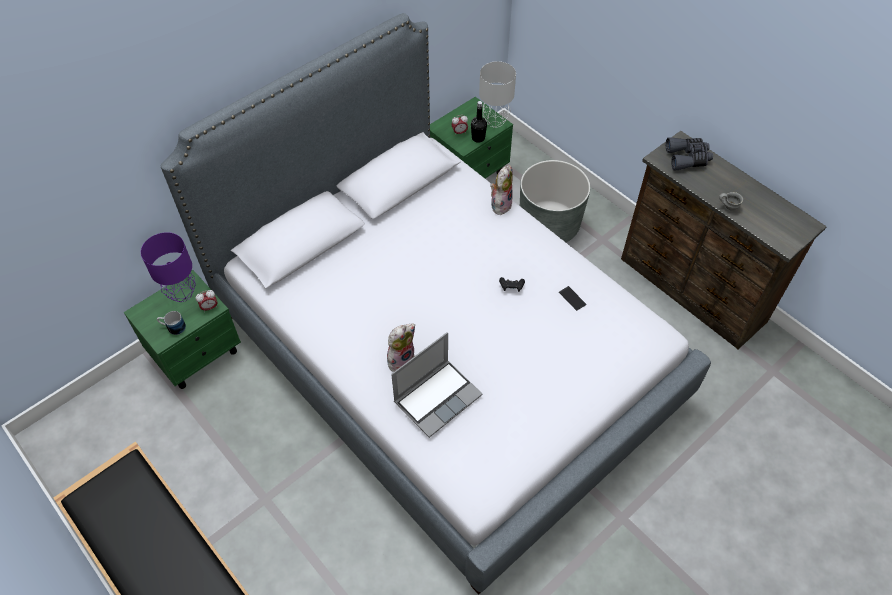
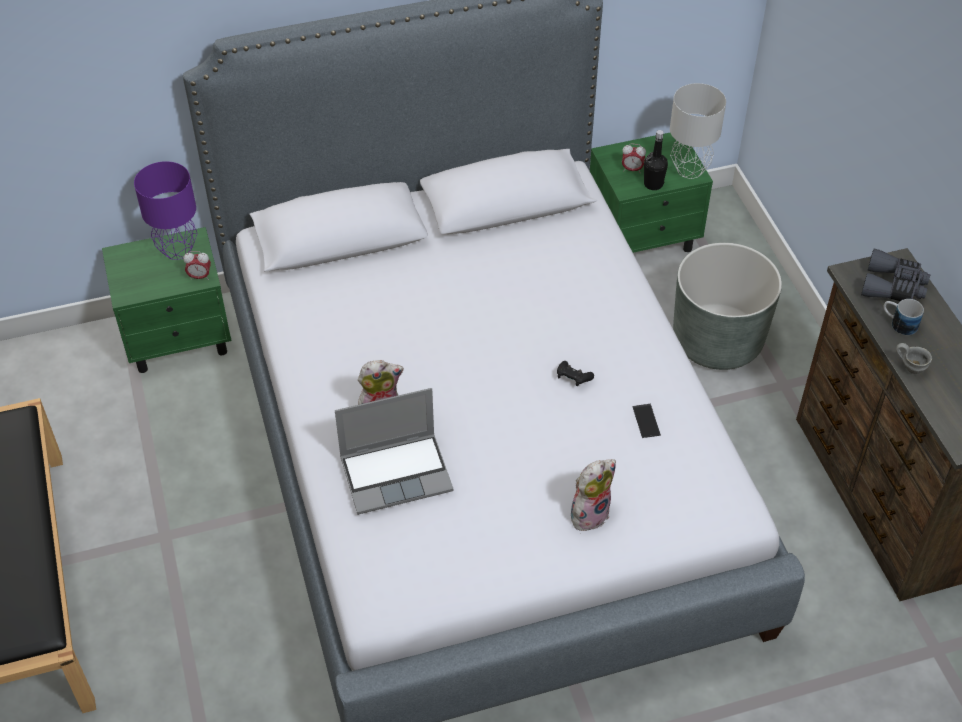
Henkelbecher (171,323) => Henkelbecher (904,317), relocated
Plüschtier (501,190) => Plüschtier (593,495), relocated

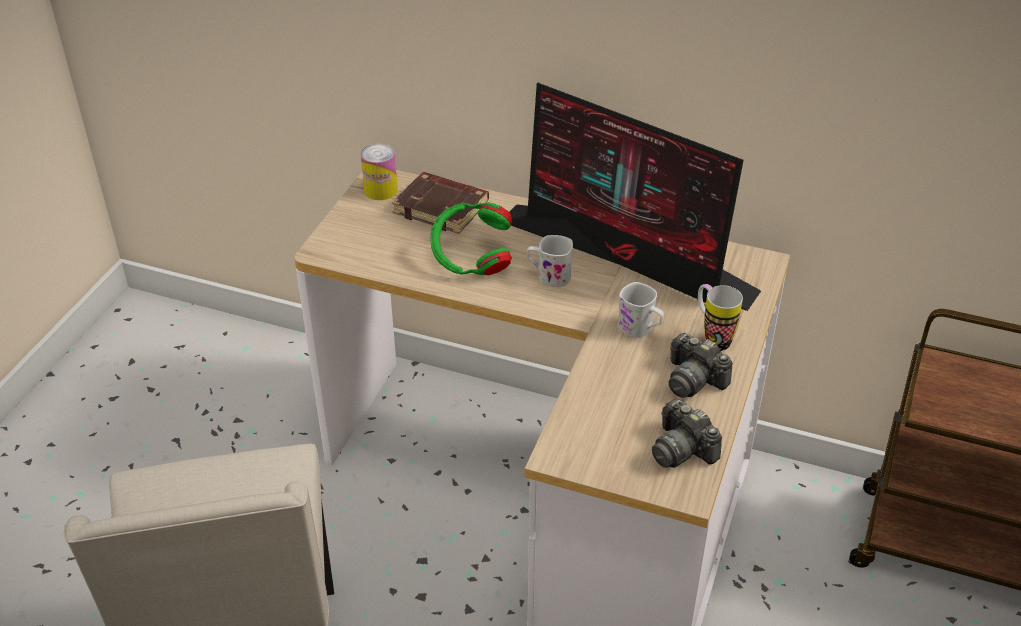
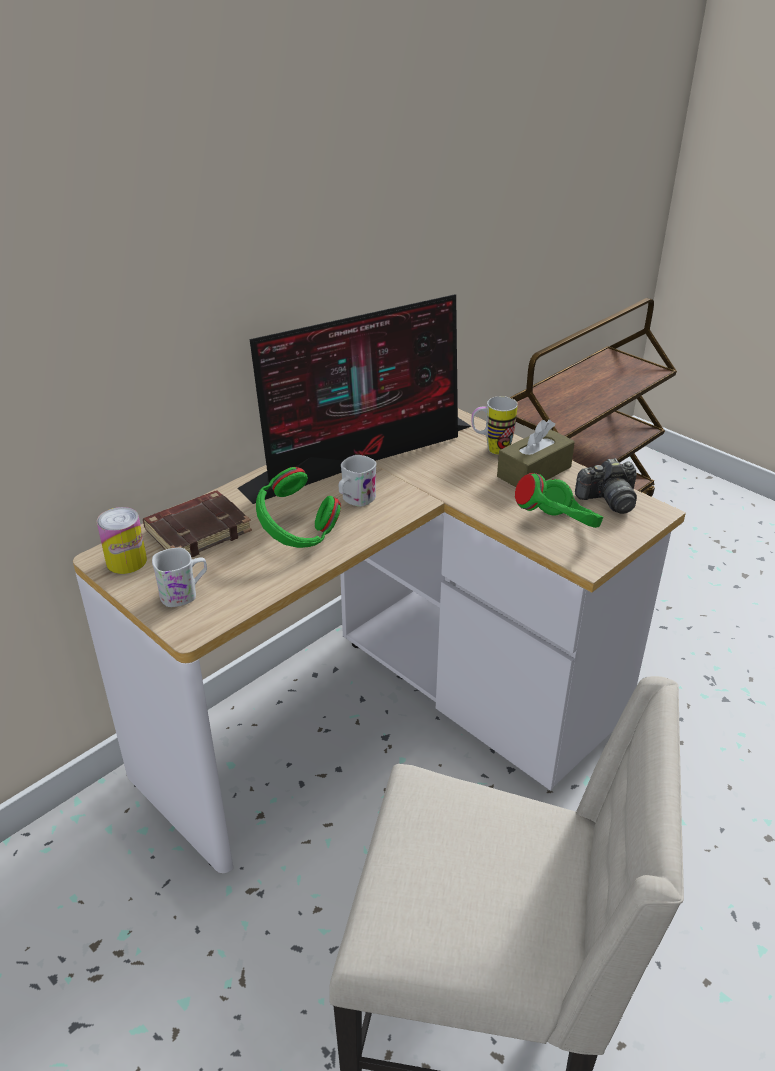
Henkelbecher/weiß (641,310) => Henkelbecher/weiß (179,577), relocated
Kamera (701,365) => Taschentuchbox/braun (536,453)
nothing => Kopfhörer/grün (559,500)

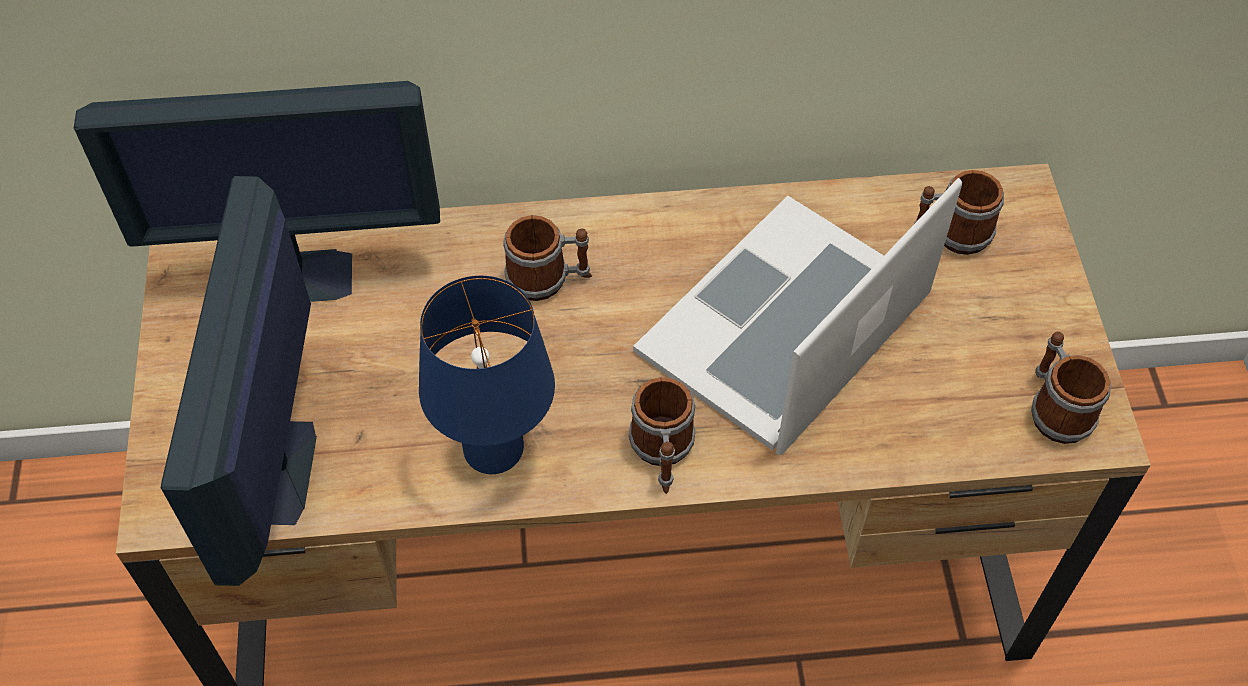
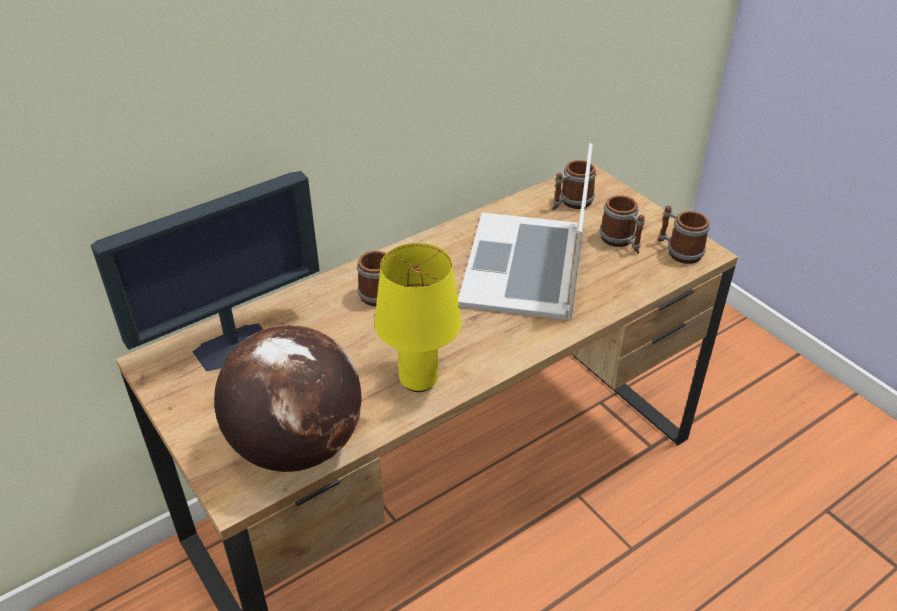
Monitor (239,381) => Globus (287,398)
Tischlampe/blau (487,375) => Tischlampe/gelb (418,317)
Henkelbecher (662,435) => Henkelbecher (622,224), relocated

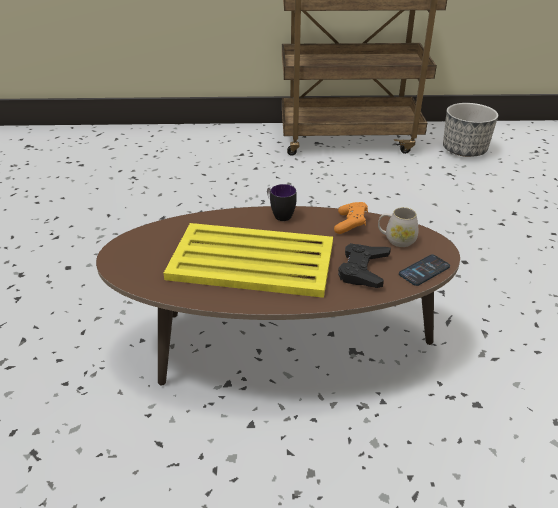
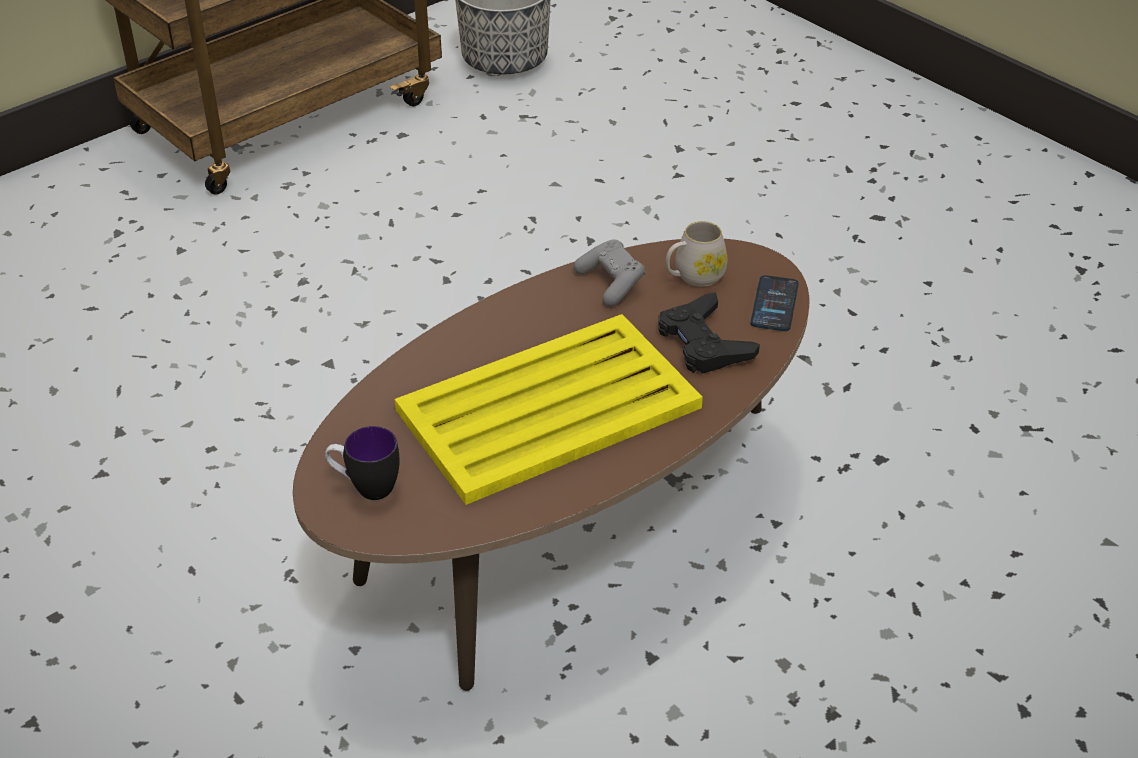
Henkelbecher (282,202) => Henkelbecher (362,463), relocated
Gamepad/orange (351,218) => Gamepad/grau (609,272)

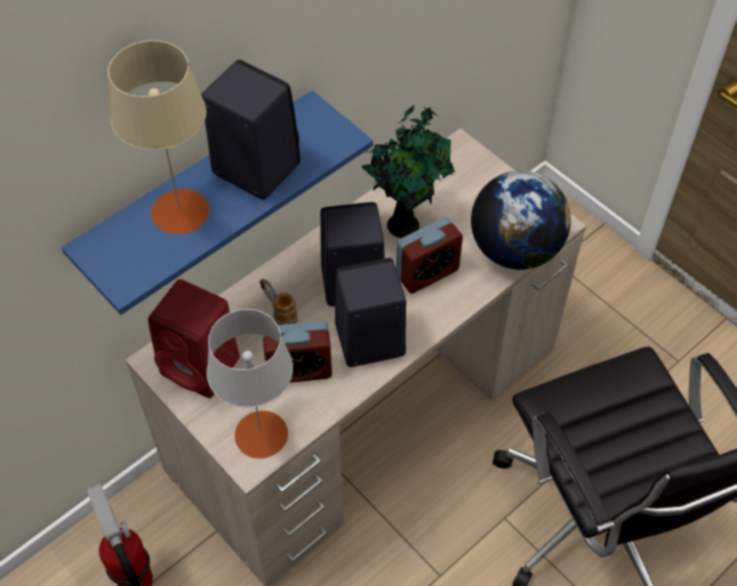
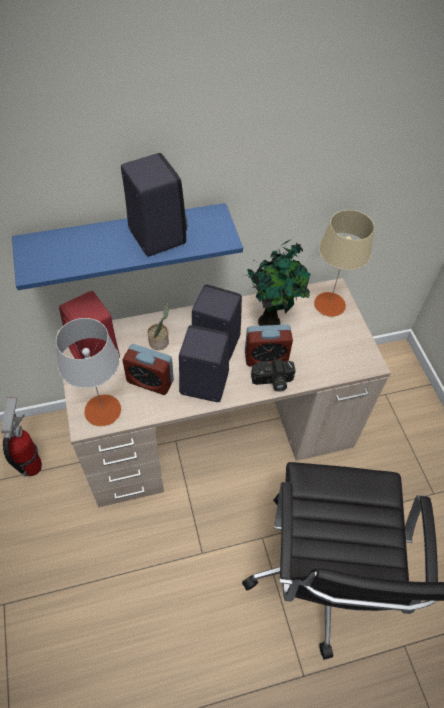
Tischlampe/beige (158,137) => Tischlampe/beige (344,263), relocated
Henkelbecher (279,302) => Topfpflanze (158,326)
Globus (521,220) => nothing
nothing => Kamera (273,375)

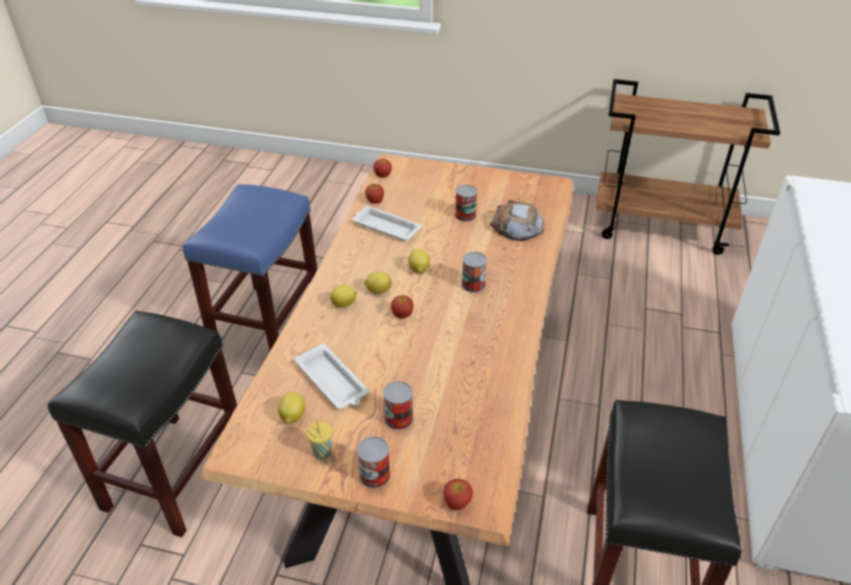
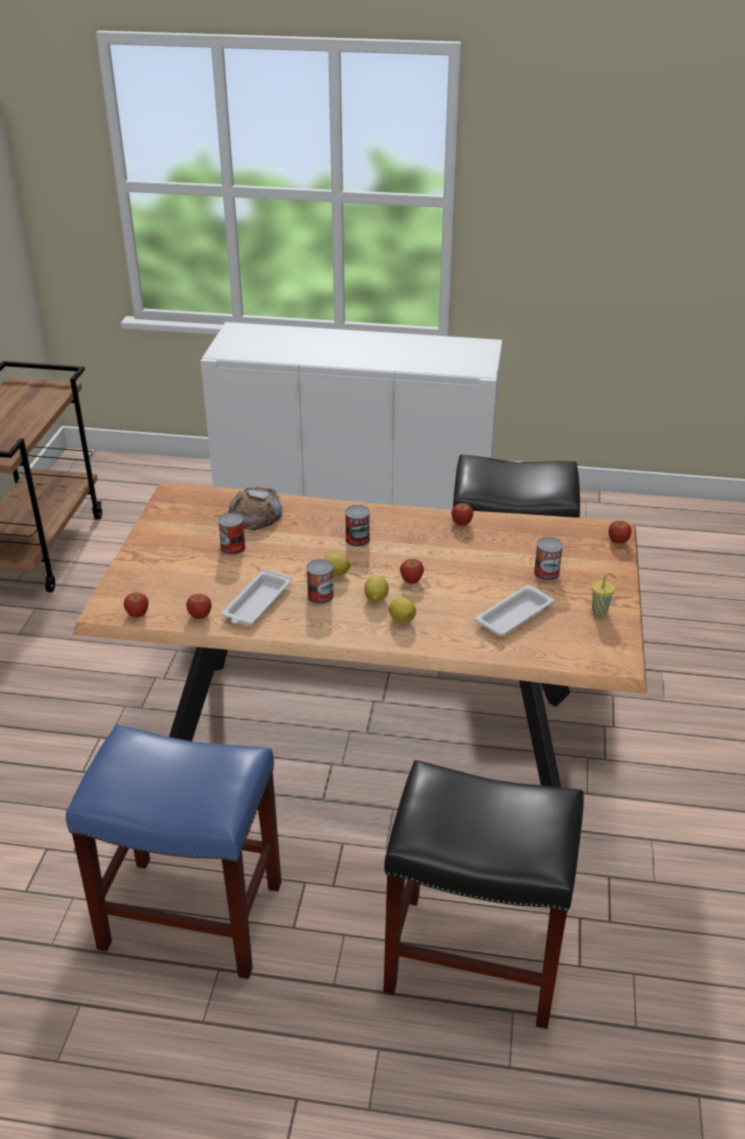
Zitrone (292,408) => nothing
Dose (373,462) => Dose (320,581), relocated
nothing => Apfel (462,514)

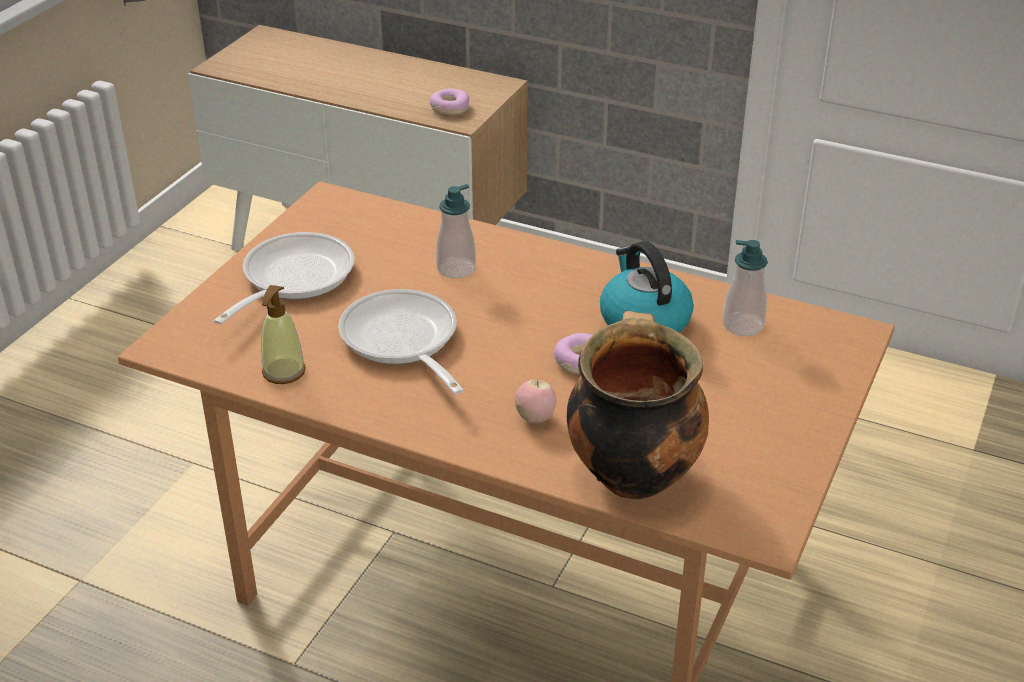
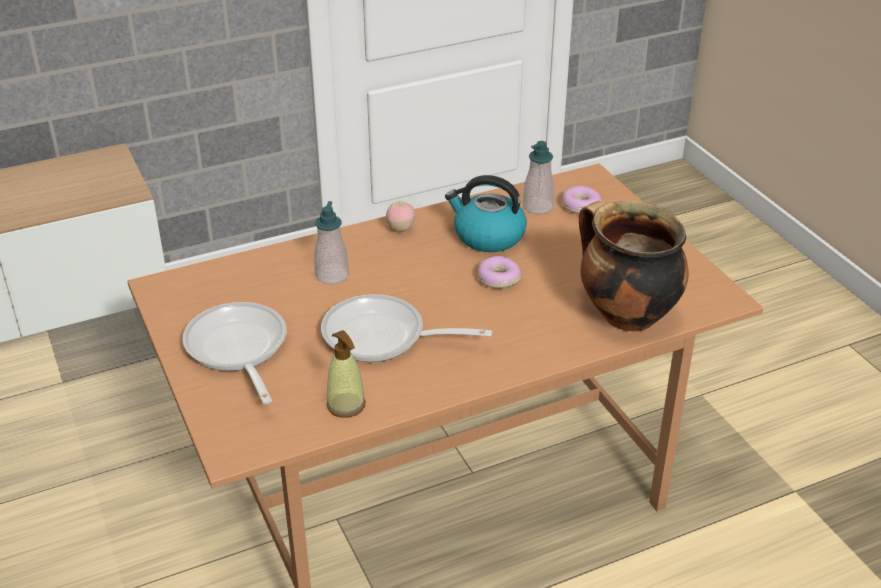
Donut (449,102) => Donut (582,200), relocated
Apfel (535,401) => Apfel (400,216), relocated

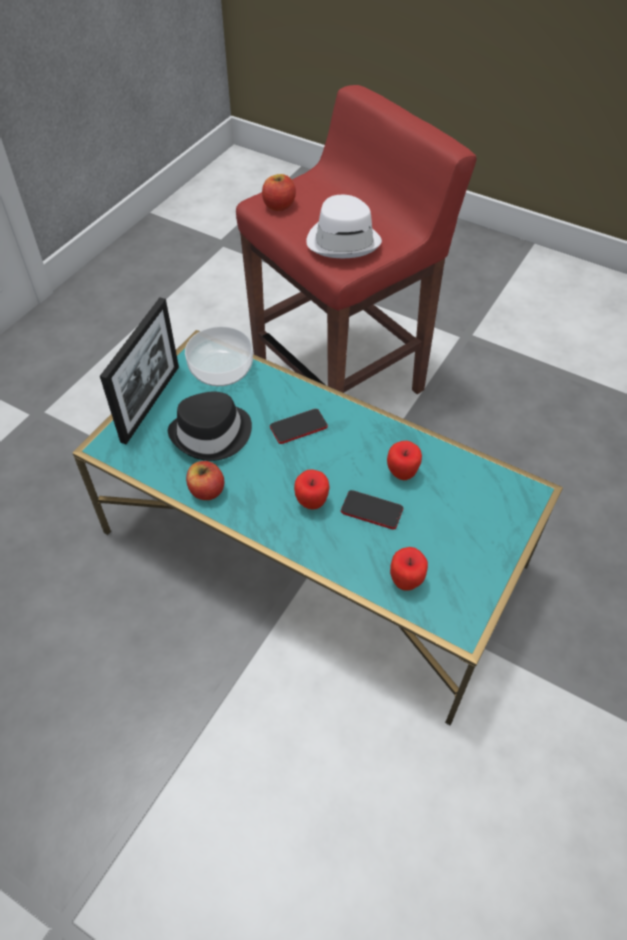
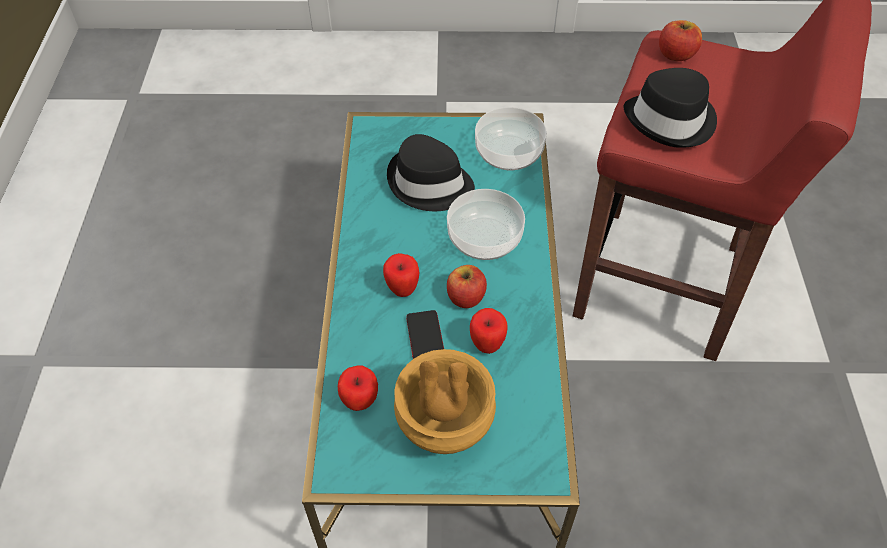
Bilderrahmen (139,371) => nothing
Apfel (205,480) => Apfel (467,286), relocated
Handy (299,426) => Schüssel (486,224)
Hut/weiß (344,226) => Hut/schwarz (670,108)
nothing => Vase/braun (445,401)

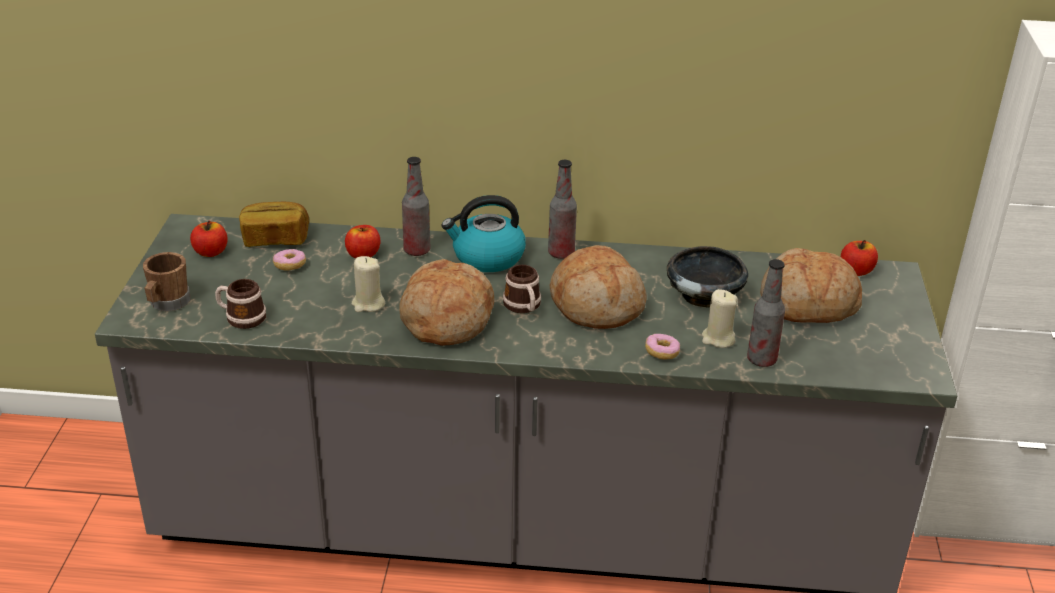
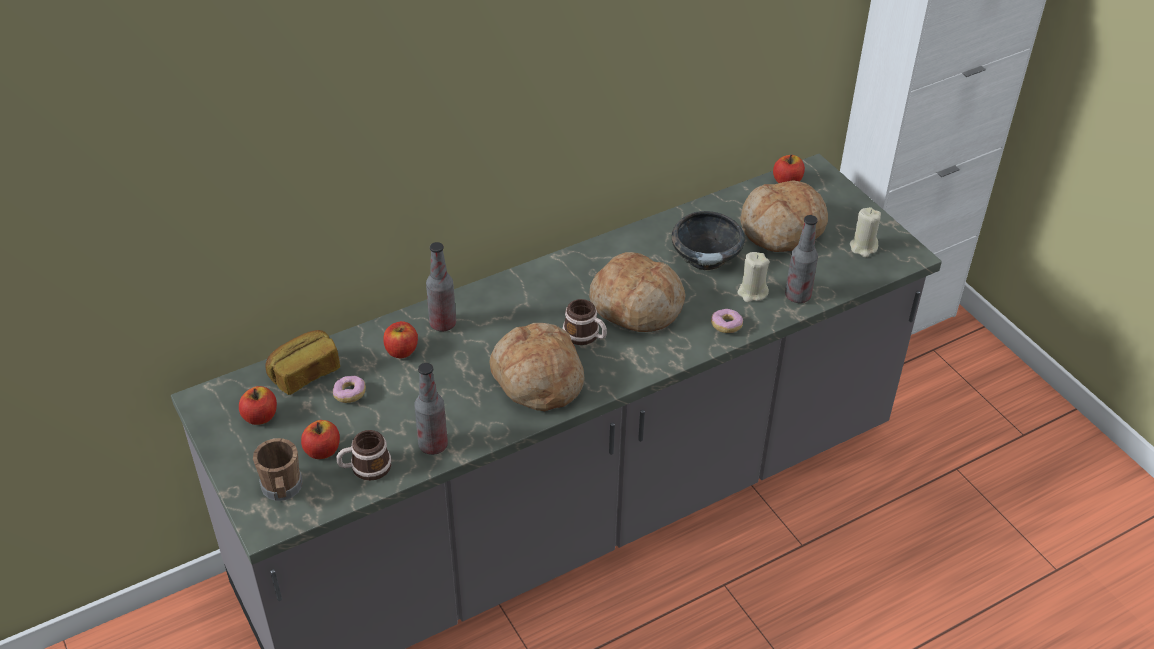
Kerze/beige (368,284) => Kerze/beige (865,232), relocated
Wasserkessel (483,233) => nothing
Flasche (562,209) => Flasche (431,409), relocated
nothing => Apfel (320,439)

